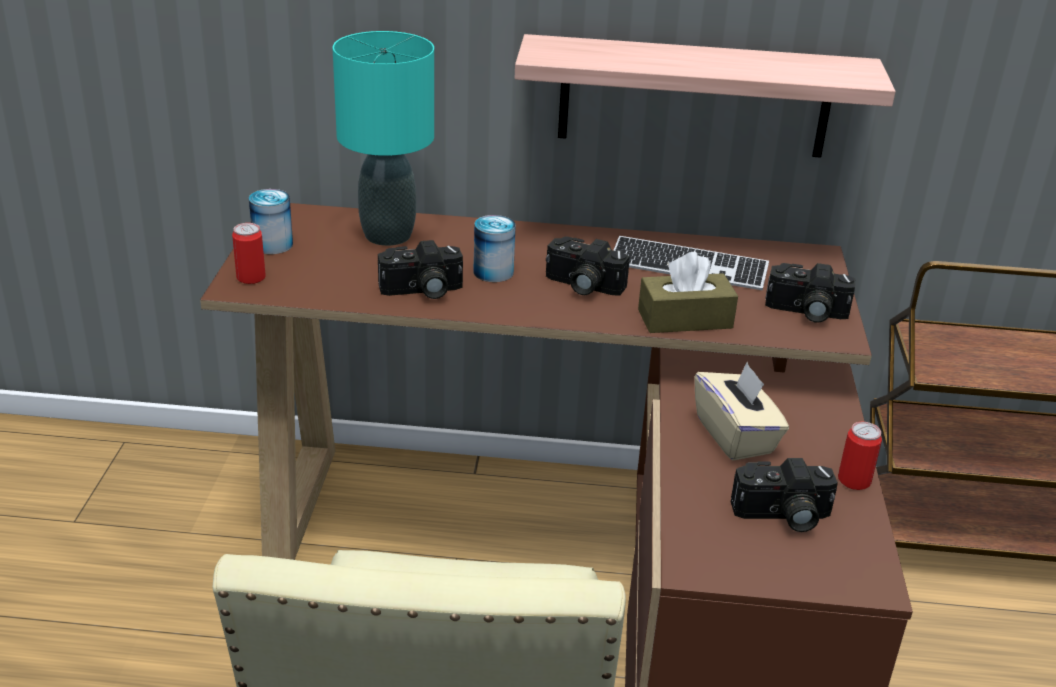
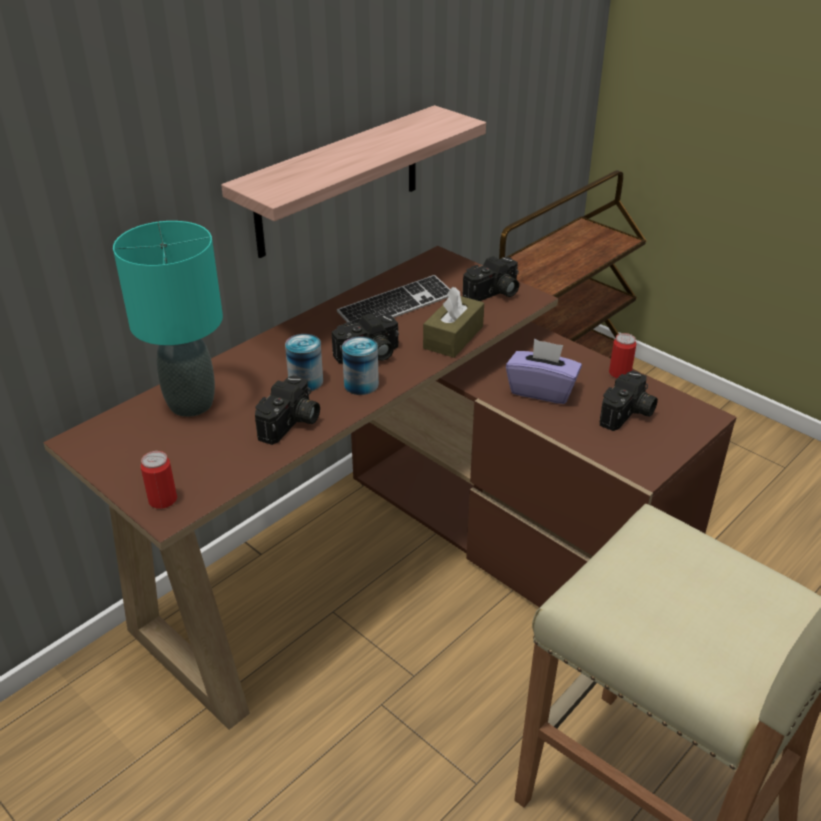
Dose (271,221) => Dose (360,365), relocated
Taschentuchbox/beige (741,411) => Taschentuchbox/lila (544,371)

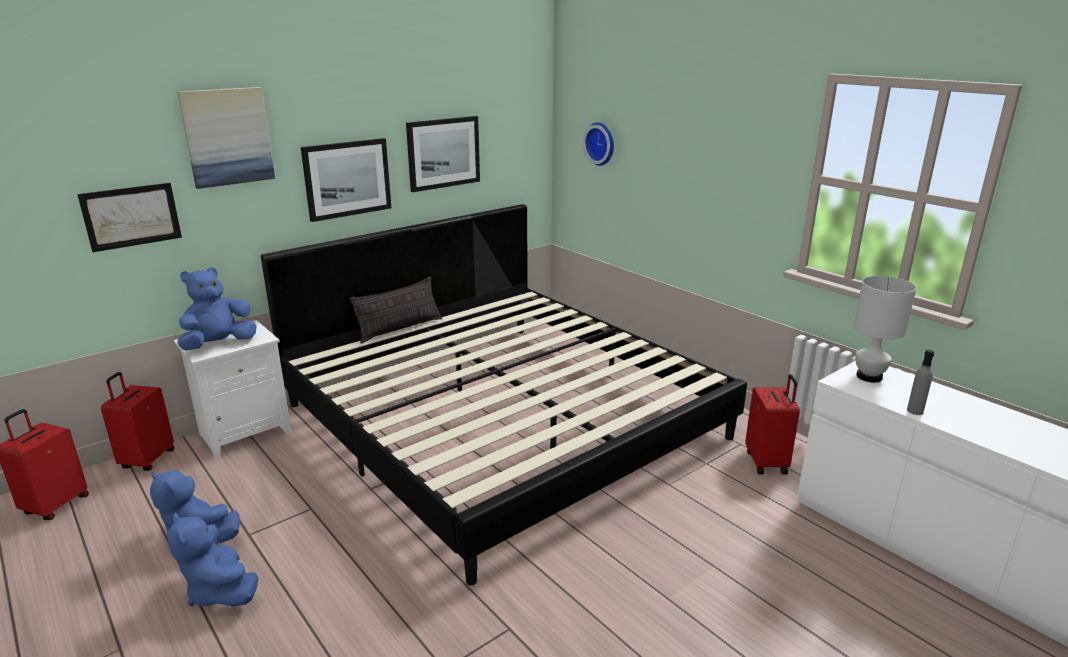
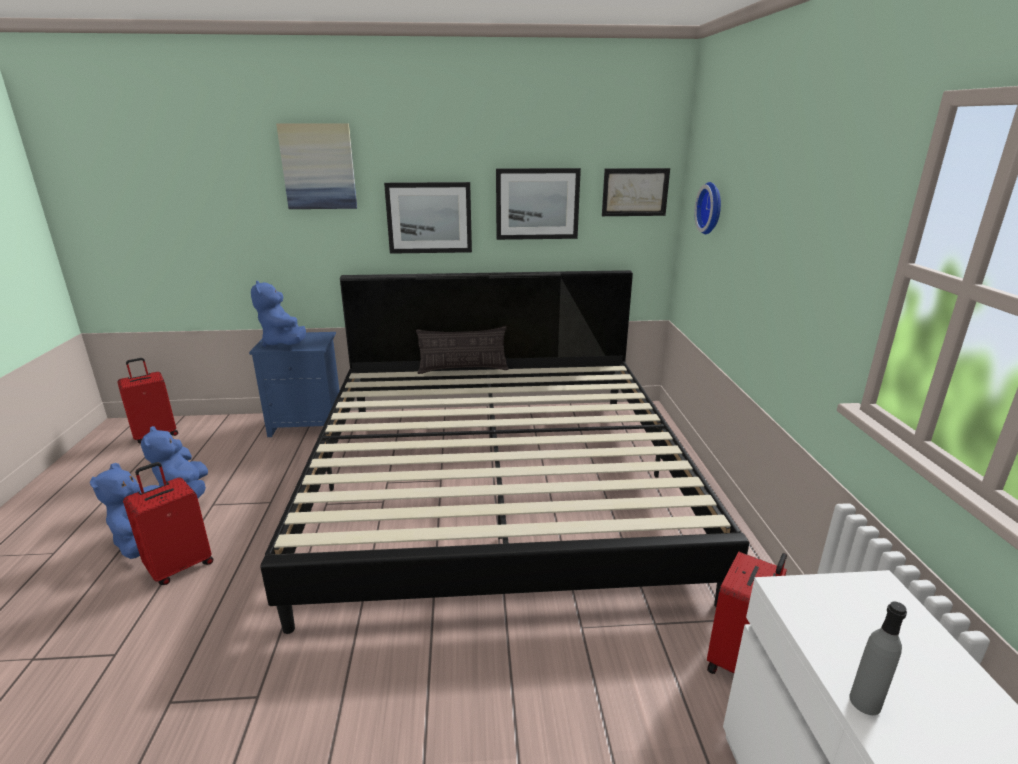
Bild (129,217) => Bild (636,192), relocated
Koffer/rot (138,421) => Koffer/rot (168,523), relocated
Nachttisch/weiß (233,389) => Nachttisch/blau (294,384)
Plüschtier/blau (217,308) => Plüschtier/blau (278,314), 105 degrees counterclockwise
Tischlampe/weiß (885,329) => nothing

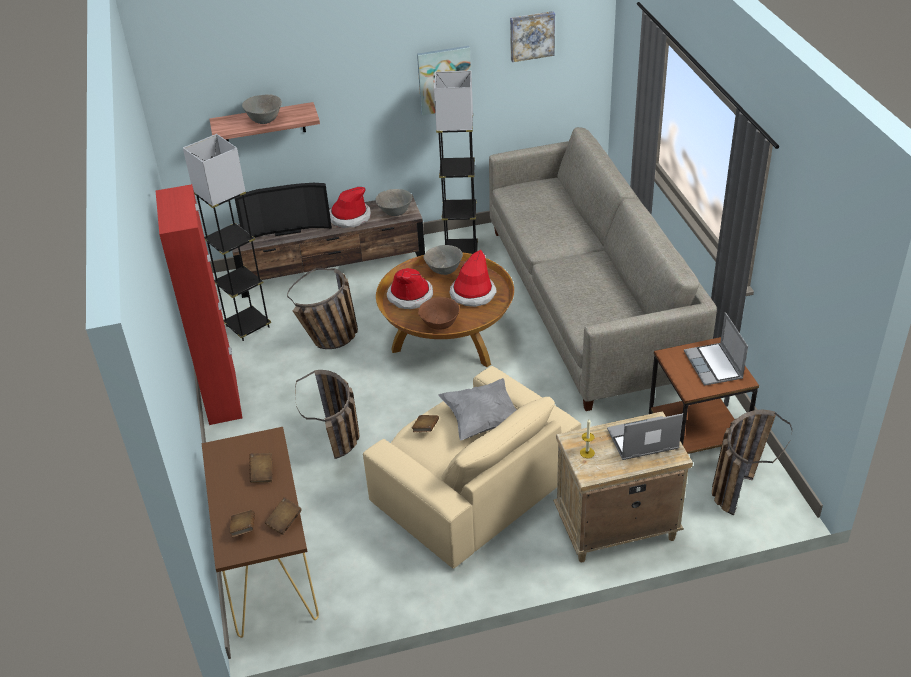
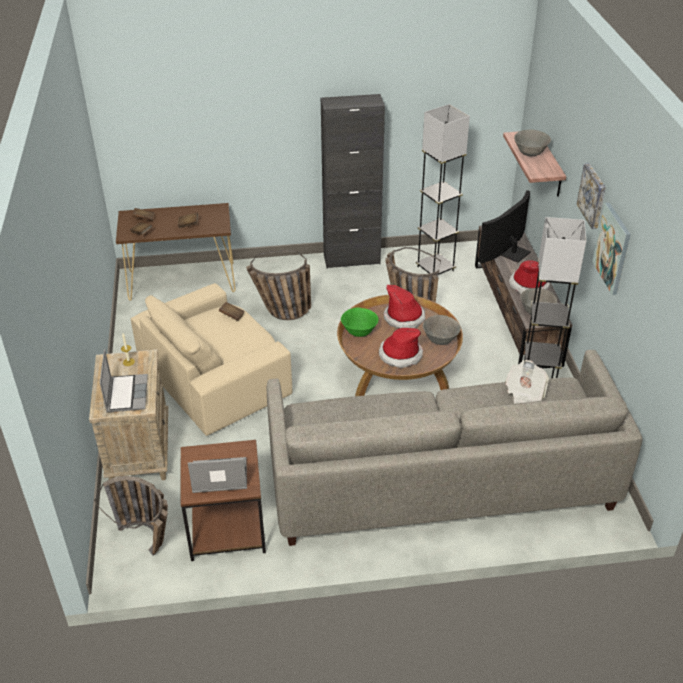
Schrank/rot (199,304) => Schrank/schwarz (353,181)
Fernseher (283,210) => Fernseher (504,226), 45 degrees clockwise
Schüssel/braun (438,313) => Schüssel/grün (360,322)
Kissen/grau (477,409) => nothing
Bild (532,36) => Bild (591,196), relocated
nothing => Zeitung (527,382)

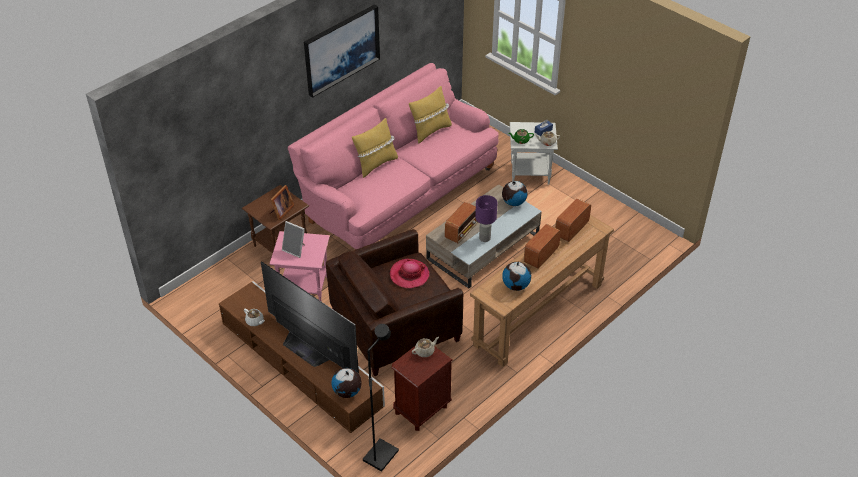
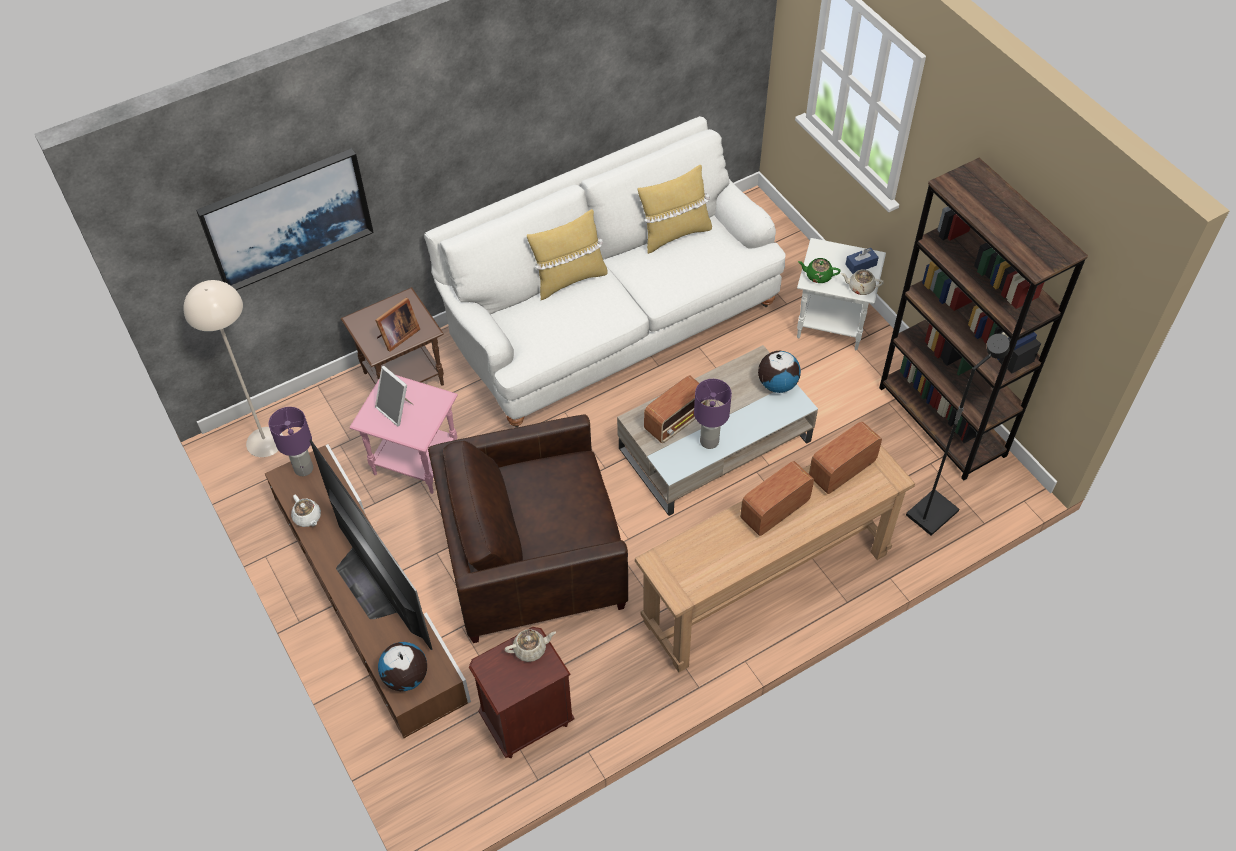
Sofa/rosa (393,156) => Sofa/weiß (605,272)
Bild (342,51) => Bild (285,219), relocated
Stehlampe/schwarz (381,398) => Stehlampe/schwarz (958,435), relocated
Hut (410,273) => nothing
Globus (516,276) => nothing
nothing => Stehlampe/beige (233,368)
nothing => Tischlampe/lila (291,441)
nothing => Bücherregal/braun (983,319)

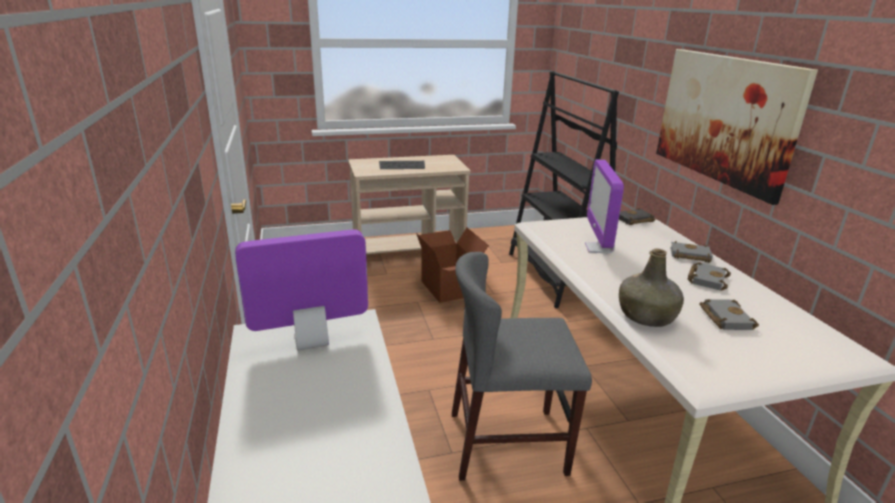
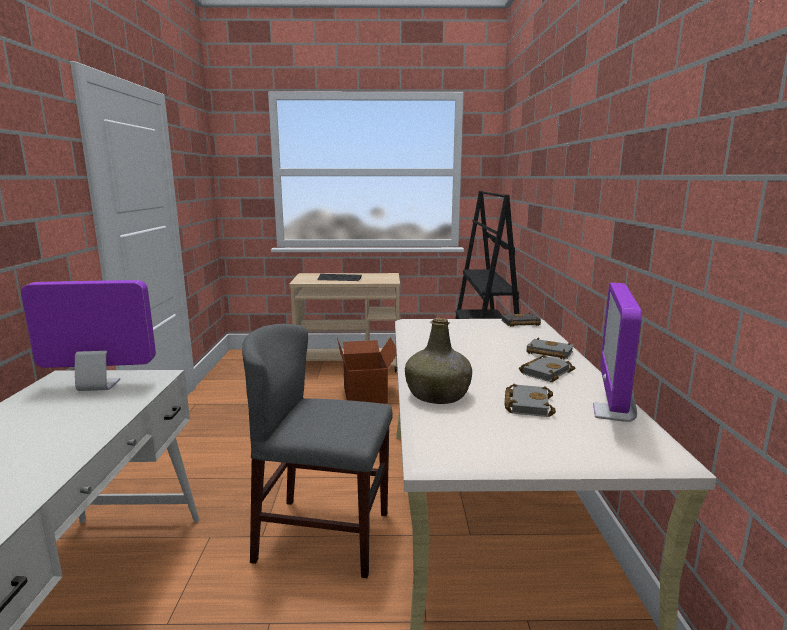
Monitor (604,206) => Monitor (617,352), relocated
Bild (737,127) => nothing

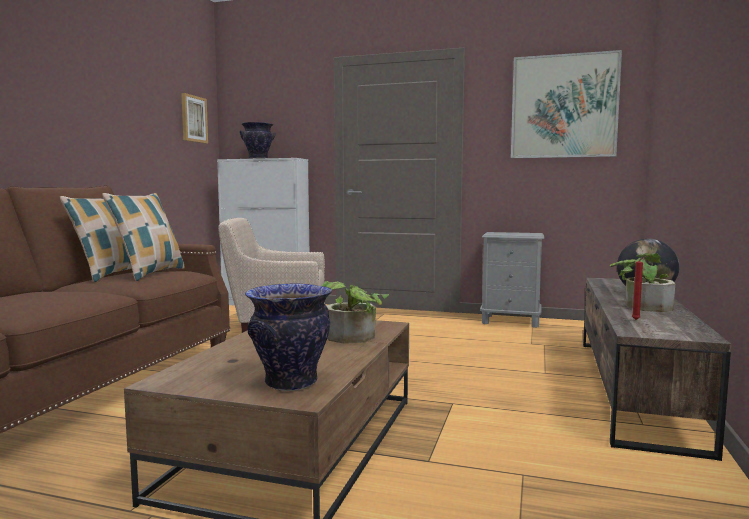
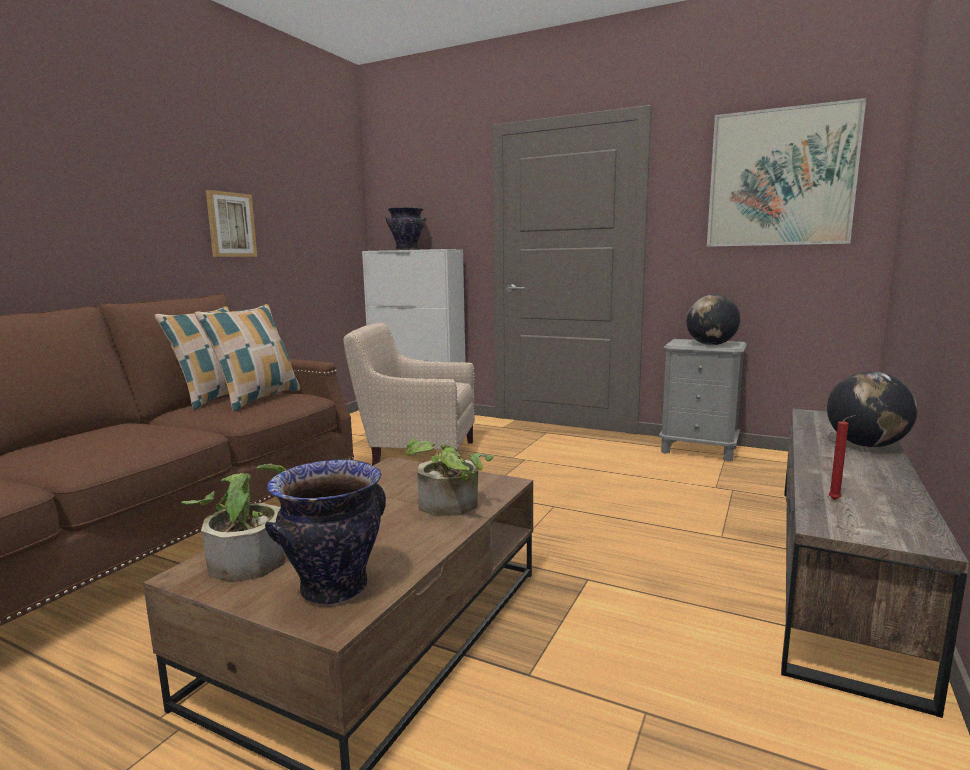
Bild (194,118) => Bild (231,223), relocated
Topfpflanze (642,282) => Topfpflanze (233,523), relocated
nothing => Globus (713,319)

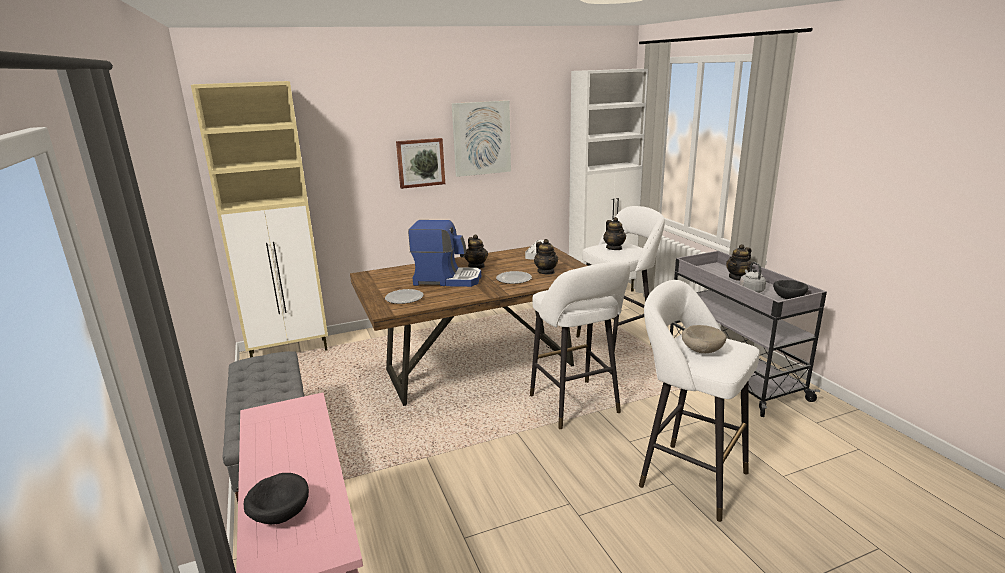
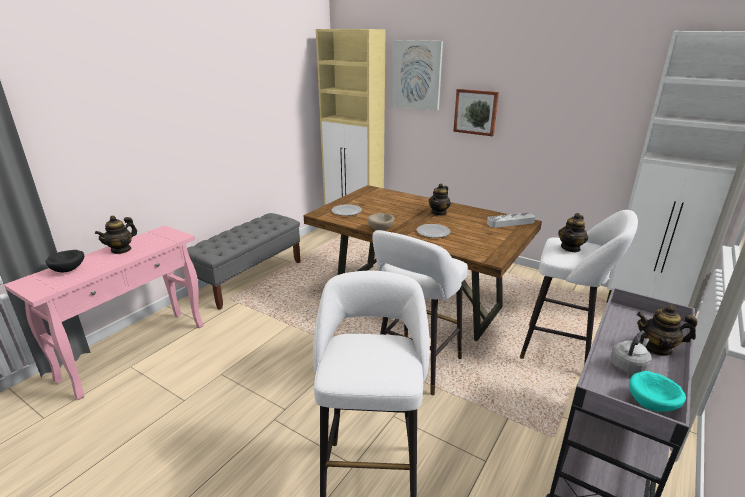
Kaffeemaschine (444,253) => nothing
Bild (481,138) => Bild (417,75), relocated
Teekanne (546,256) => Teekanne (116,235), relocated
Schüssel/beige (704,339) => Schüssel/beige (381,222), relocated
Schüssel/schwarz (790,289) => Schüssel/türkis (657,391)

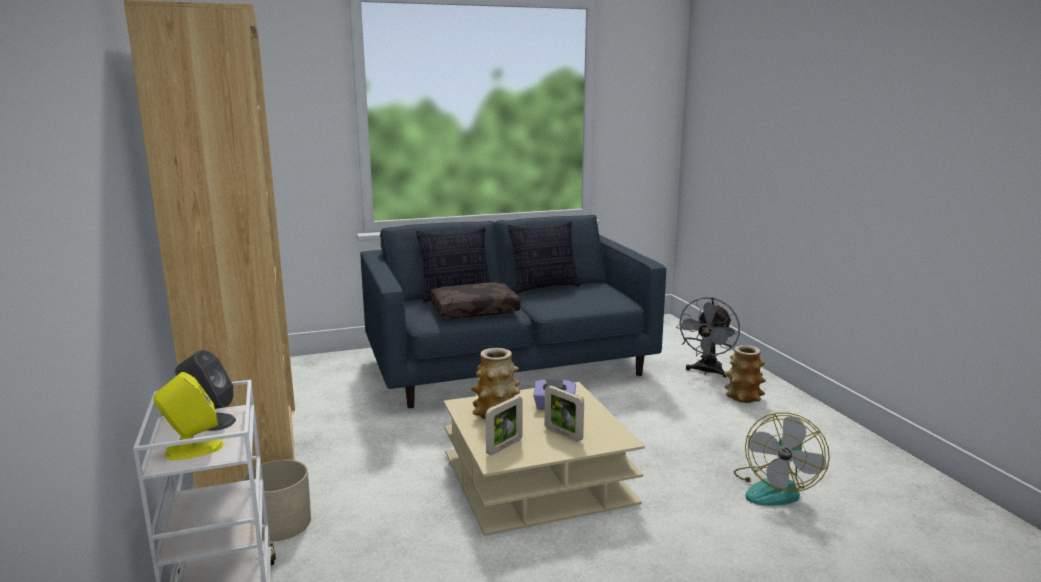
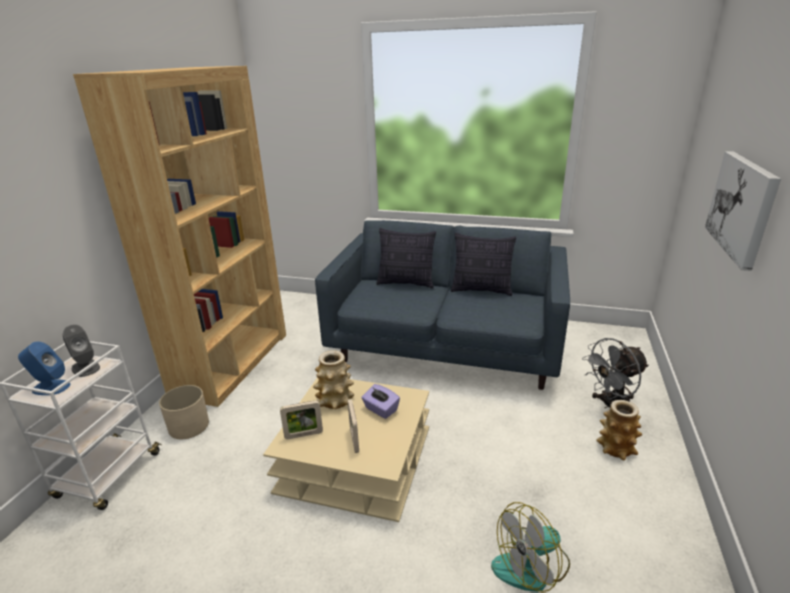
Lautsprecher/gelb (188,416) => Lautsprecher/blau (44,368)
Kissen/braun (475,300) => nothing
nothing => Bild (743,211)

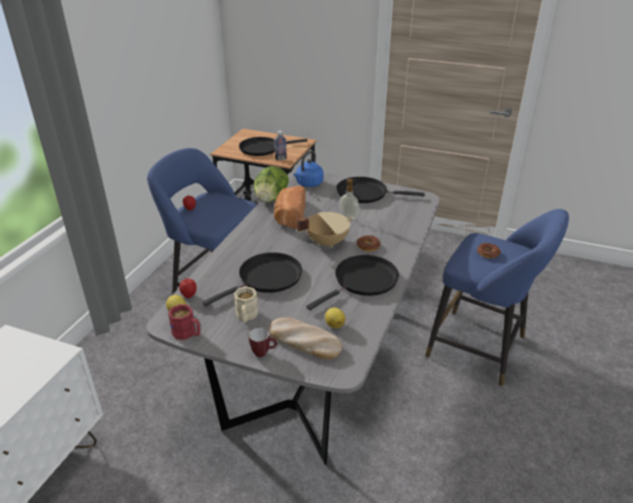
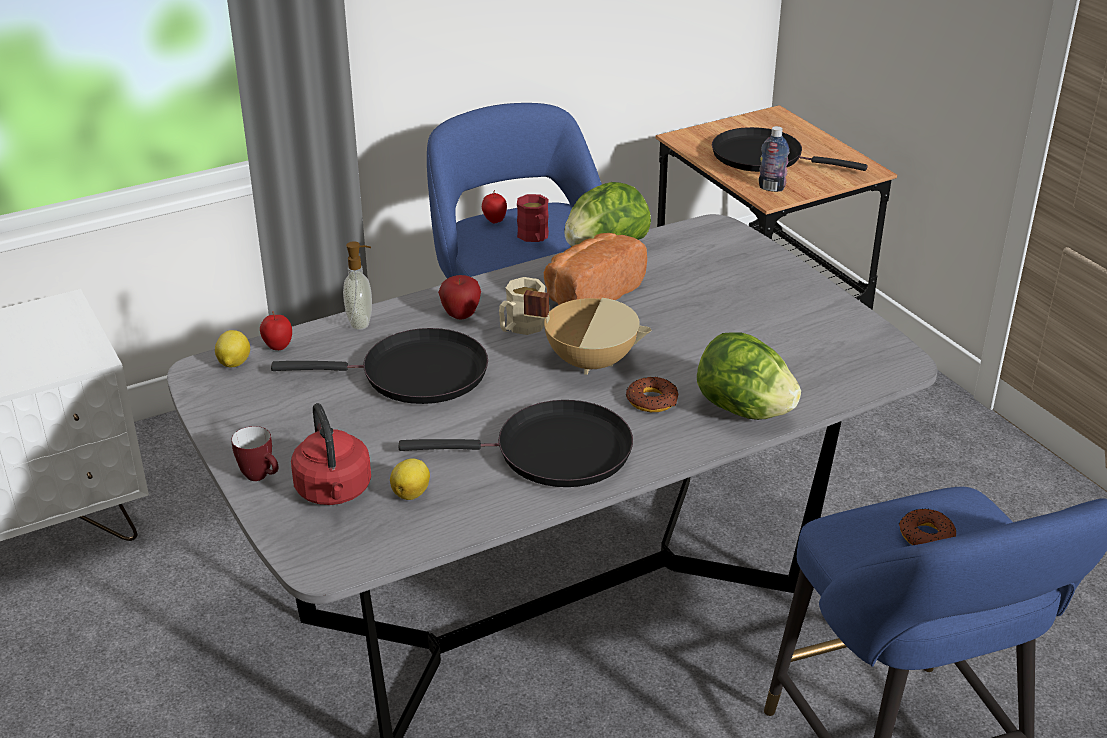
Henkelbecher/rot (184,322) => Henkelbecher/rot (533,218), relocated
Henkelbecher/beige (246,304) => Henkelbecher/beige (522,306), relocated
Brot (305,338) => Wasserkessel/rot (331,454)
Wasserkessel/blau (308,169) => nothing
Pfanne/schwarz (380,190) => nothing
Seifenspender (349,199) => Seifenspender (357,285), relocated
nothing => Apfel (459,297)
nothing => Salatkopf (749,376)

